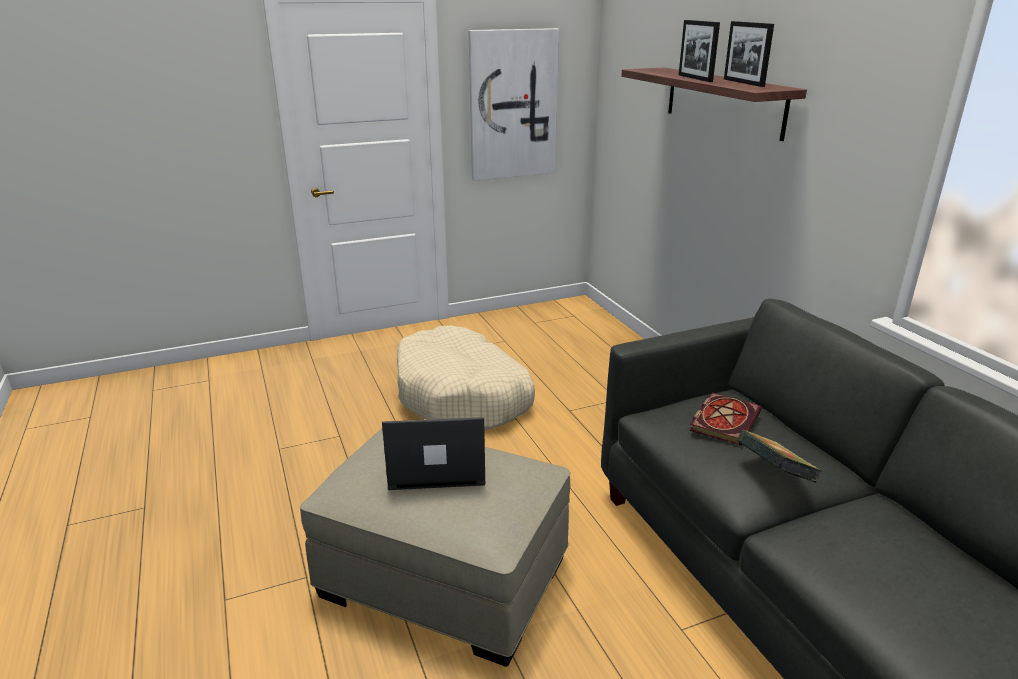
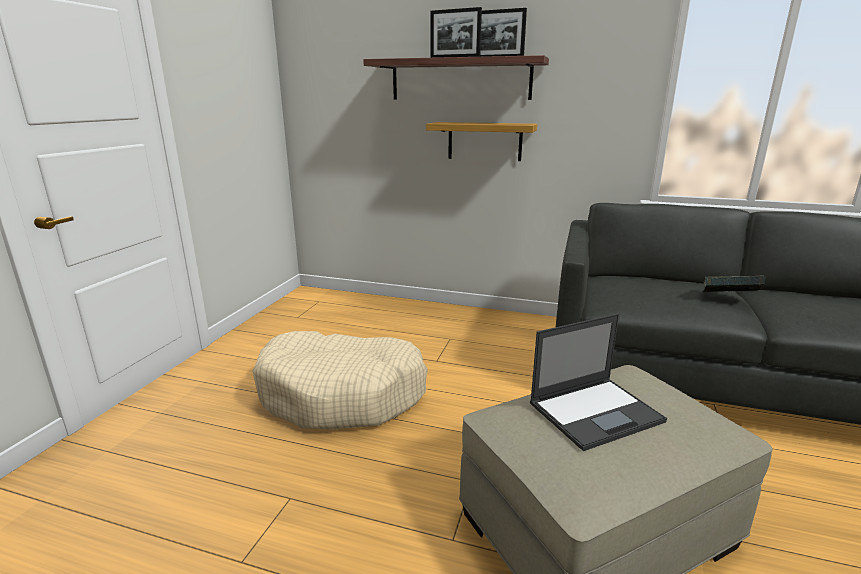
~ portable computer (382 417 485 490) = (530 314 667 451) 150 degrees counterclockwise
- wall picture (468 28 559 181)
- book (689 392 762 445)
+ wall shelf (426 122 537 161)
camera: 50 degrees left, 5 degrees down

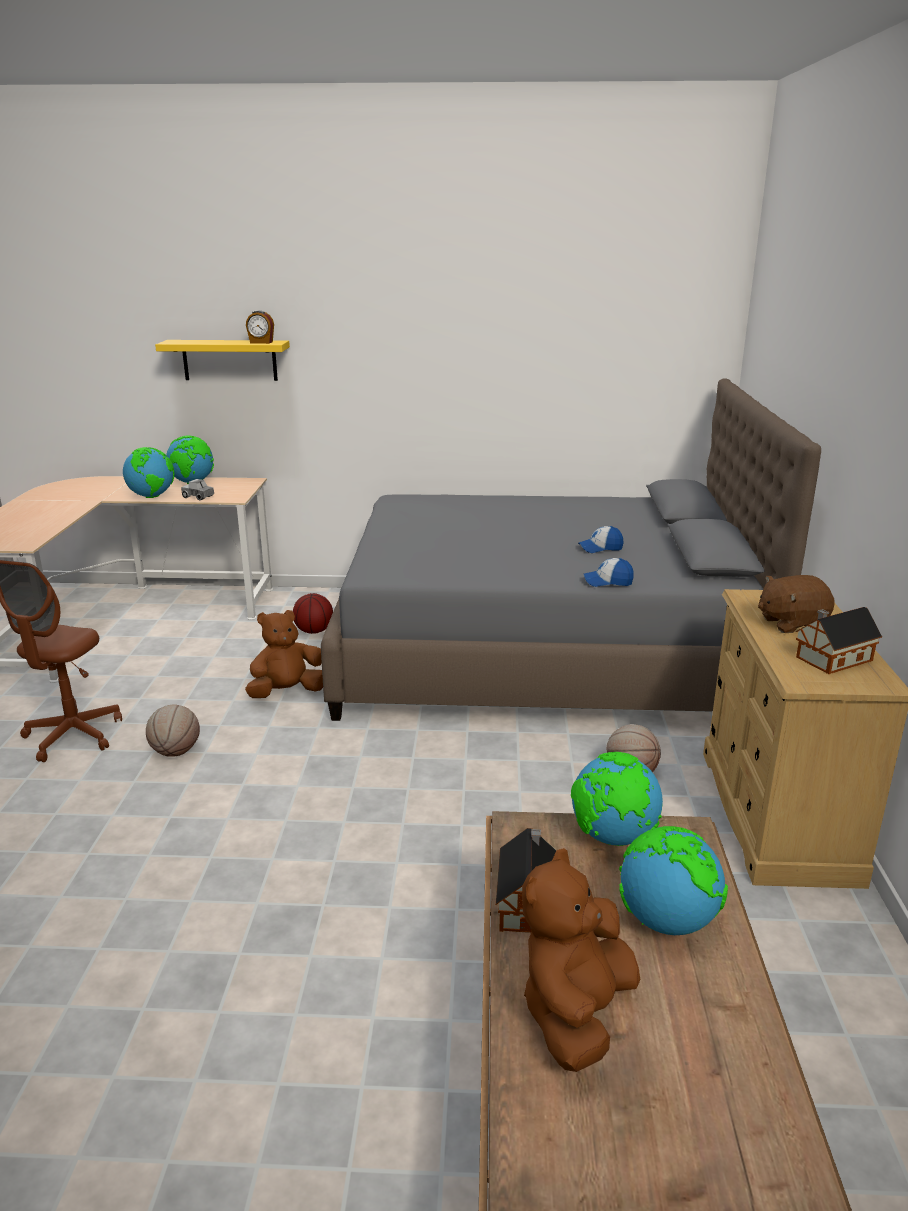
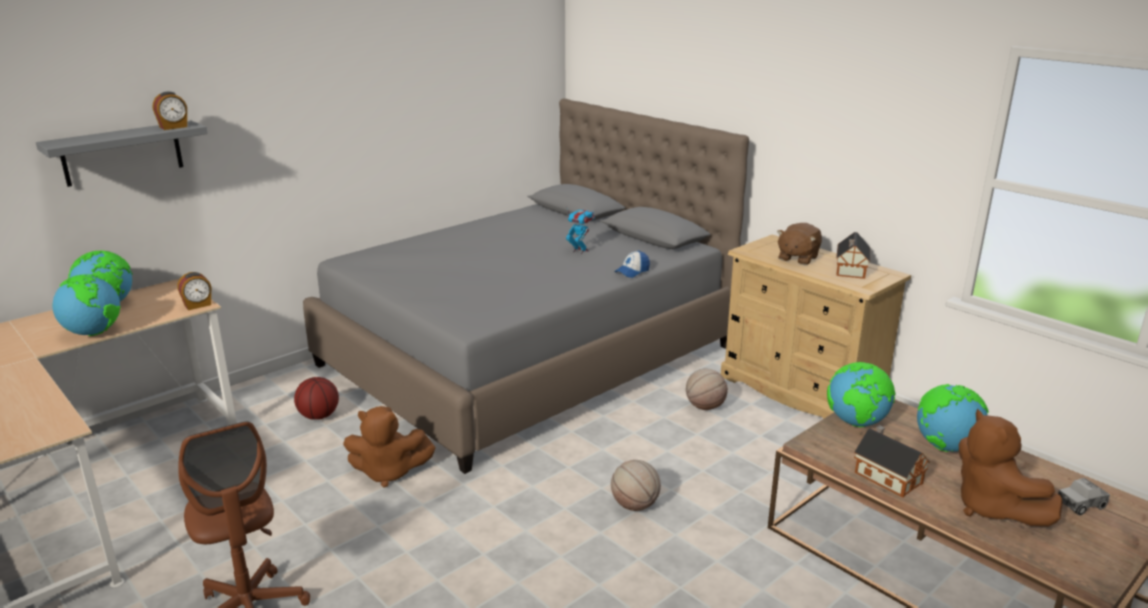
~ ball for basketball (146 704 200 757) to (611 460 661 511)
~ wall shelf/yellow (155 340 290 381) to wall shelf/gray (36 121 208 187)
~ model truck (181 479 214 500) to (1058 478 1110 515)
~ cuddly toy/brown-coloured (245 610 323 698) = (343 406 436 488) 105 degrees counterclockwise
~ peaked cap (578 526 623 553) to toy robot (566 206 595 254)
+ alarm clock (177 272 211 310)
camera: 45 degrees left, 0 degrees up

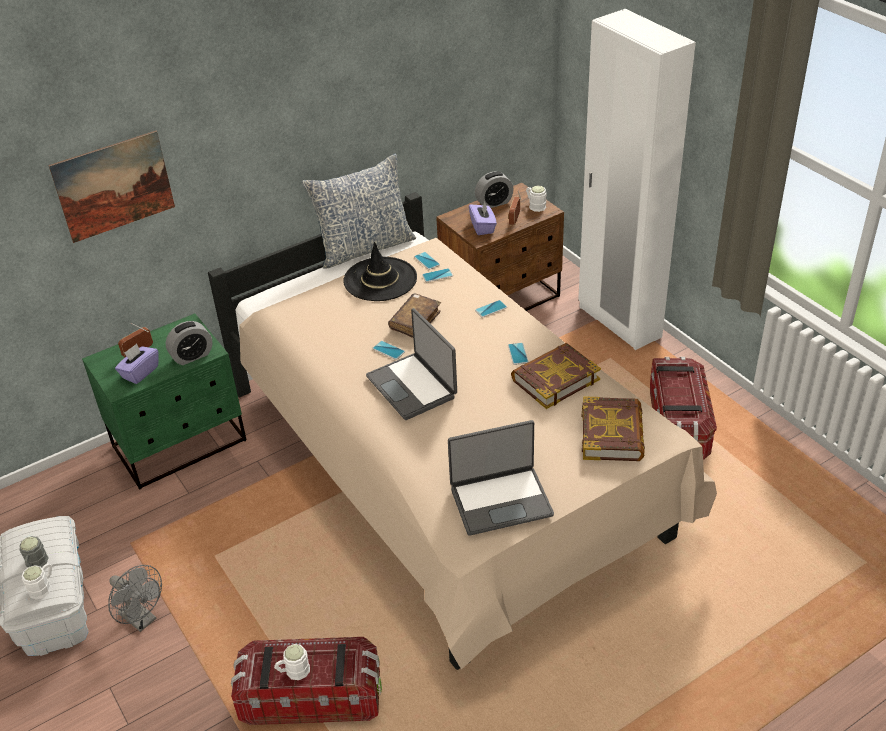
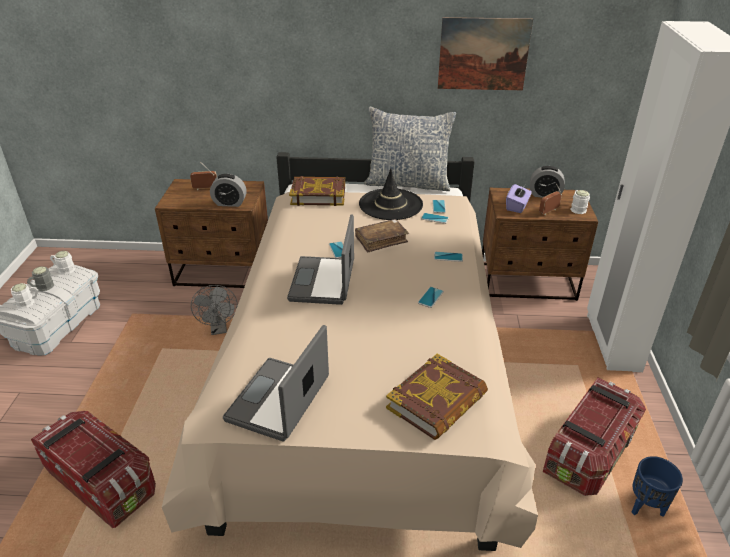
~ wall picture (48 131 175 243) to (438 17 533 90)
~ nightstand/green-coloured (82 314 247 489) to nightstand/brown-coloured (155 179 268 288)
~ cooling fan/gray (108 565 162 632) to (191 285 238 335)
- box of tissues/purple-coloured (115 343 159 384)
~ tea mug/white (274 644 310 680) to (50 251 75 275)
~ portable computer (448 420 554 536) = (223 325 329 441) 90 degrees clockwise
~ book (511 343 601 409) to (289 176 345 206)
+ plant pot/blue (632 456 683 517)
camera: 35 degrees right, 5 degrees down

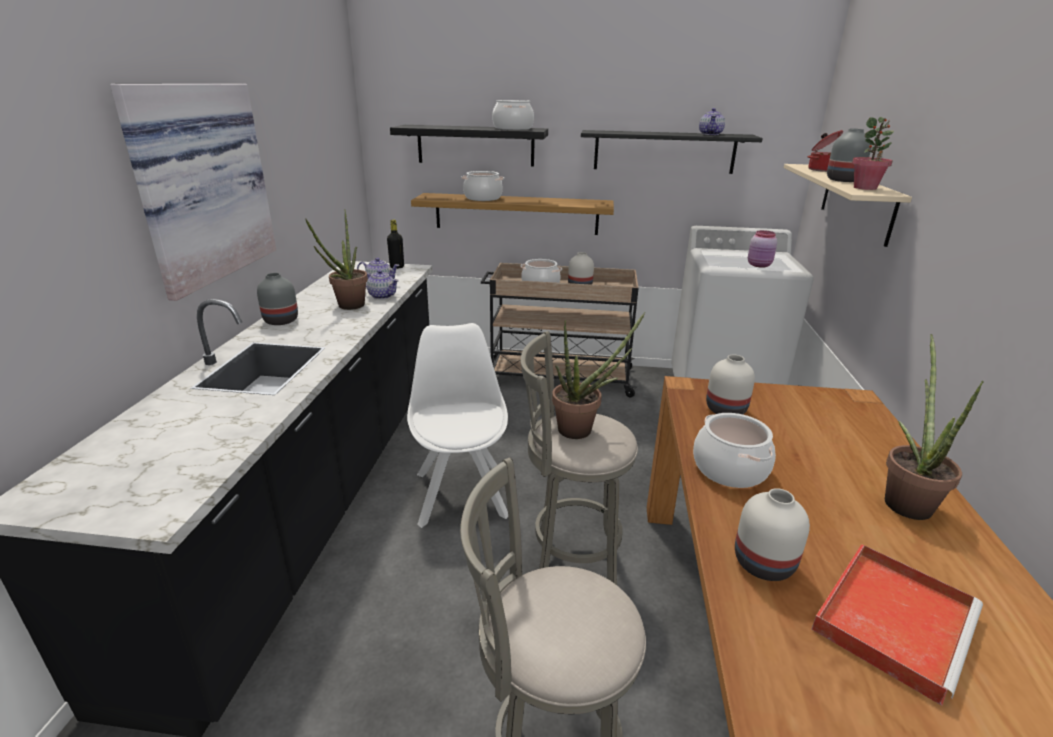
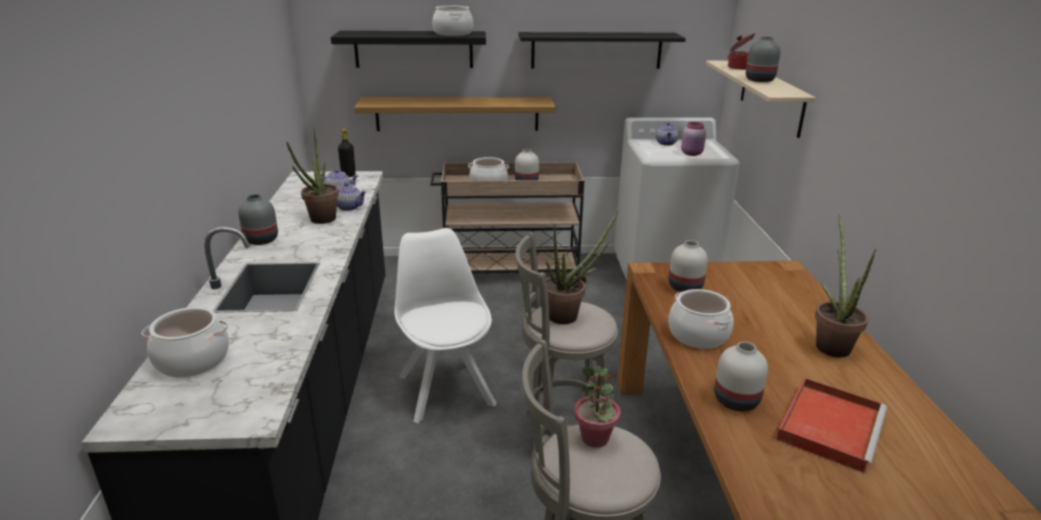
- wall picture (110 84 276 301)
~ saucepot (461 171 504 201) to (141 307 229 378)
~ teapot (699 108 725 135) to (656 122 678 146)
~ potted plant (852 117 894 190) to (574 365 620 448)
camera: 10 degrees left, 0 degrees up

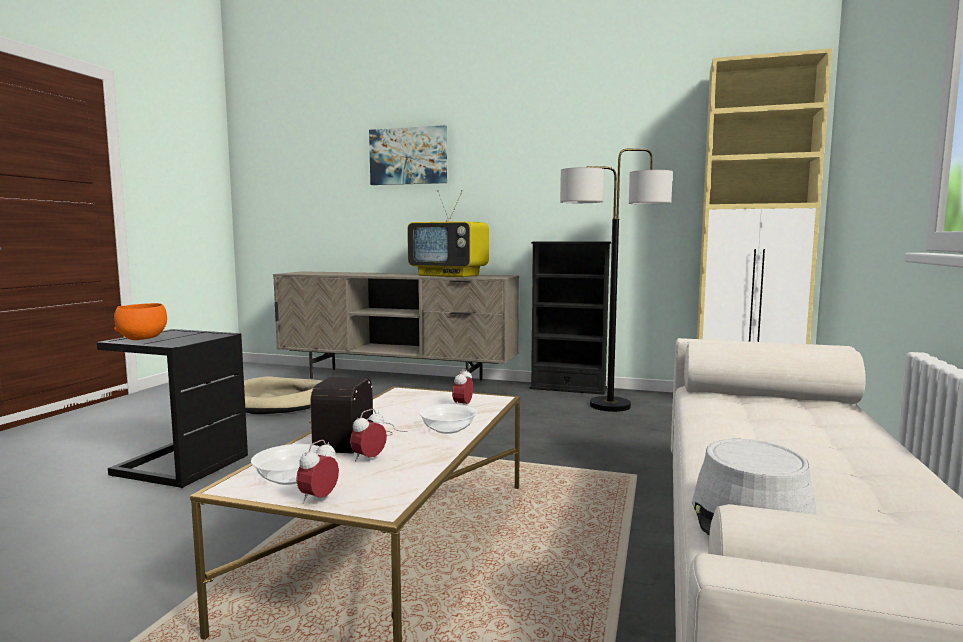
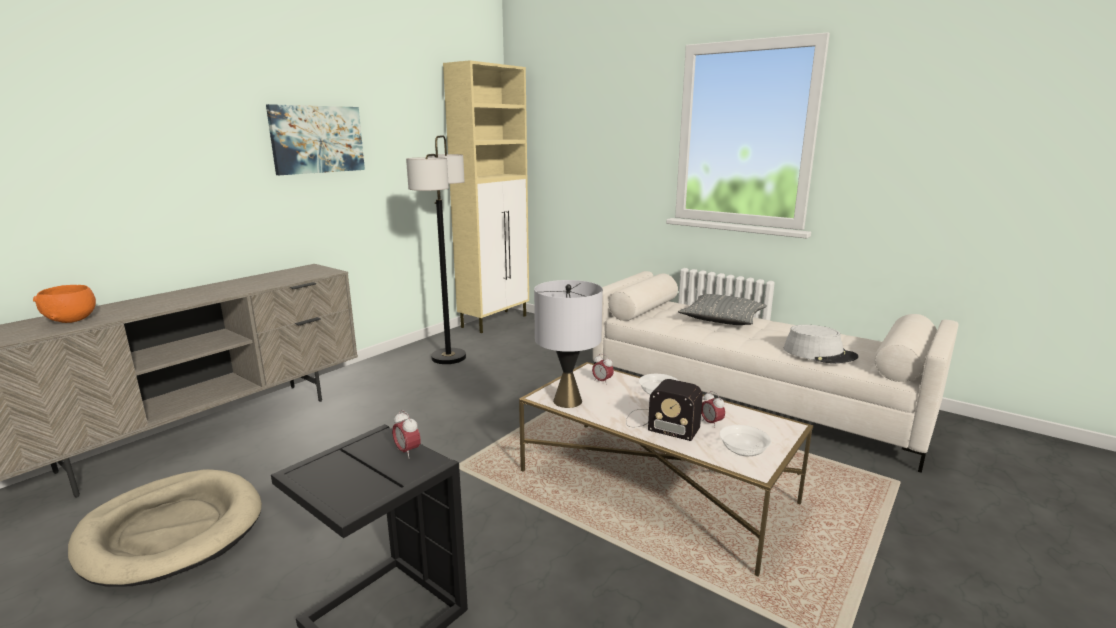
~ bowl/orange (114 303 167 340) to (33 285 96 323)
~ alarm clock (296 440 339 504) to (392 410 421 458)
~ wall picture (369 125 447 185) to (266 104 365 175)
- TV (407 190 489 277)
- shelving unit/blackish (530 241 611 395)
+ tabletop lamp/gray (534 280 603 408)
+ throw pillow/gray (678 294 767 325)
camera: 70 degrees left, 10 degrees up

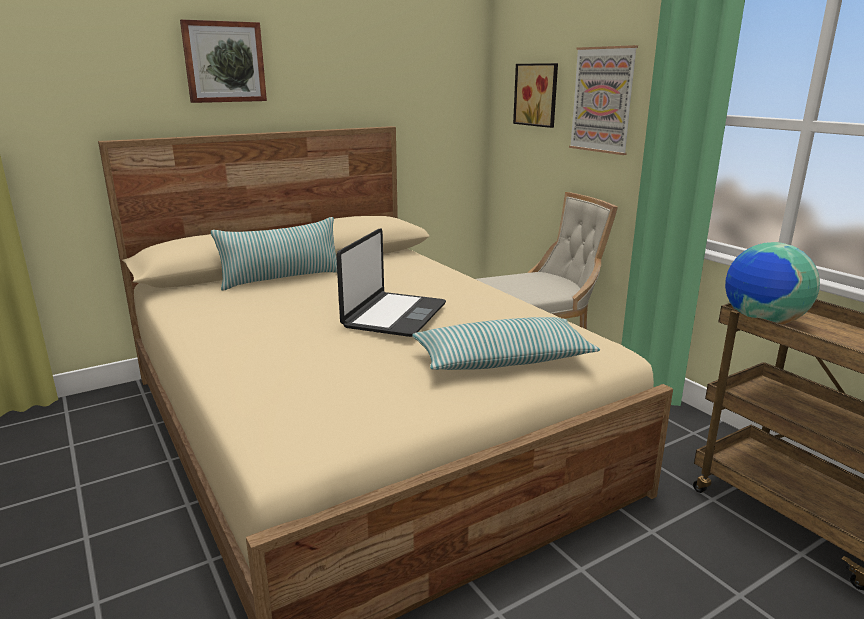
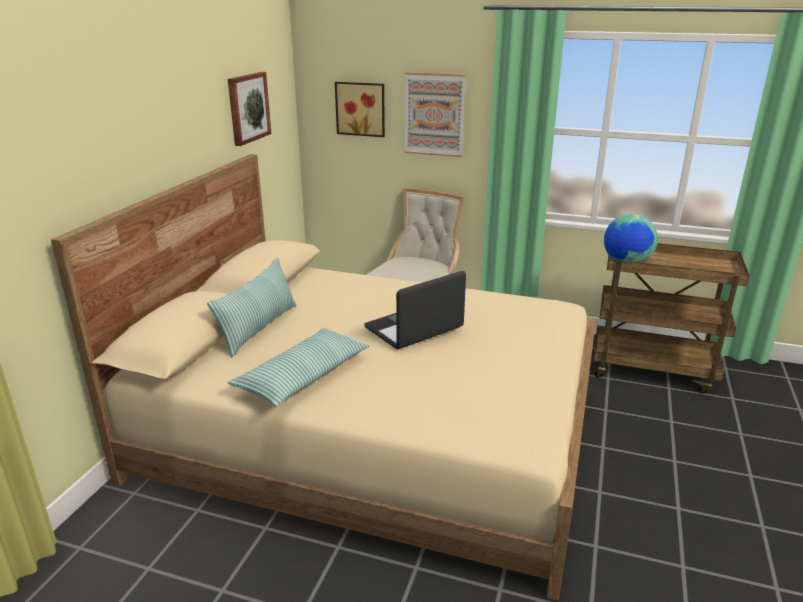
~ wall picture (180 19 267 103) to (228 72 271 146)
~ portable computer (336 228 446 337) = (364 271 466 349) 105 degrees counterclockwise
~ throw pillow (412 317 600 370) to (228 328 369 407)
camera: 40 degrees left, 5 degrees up

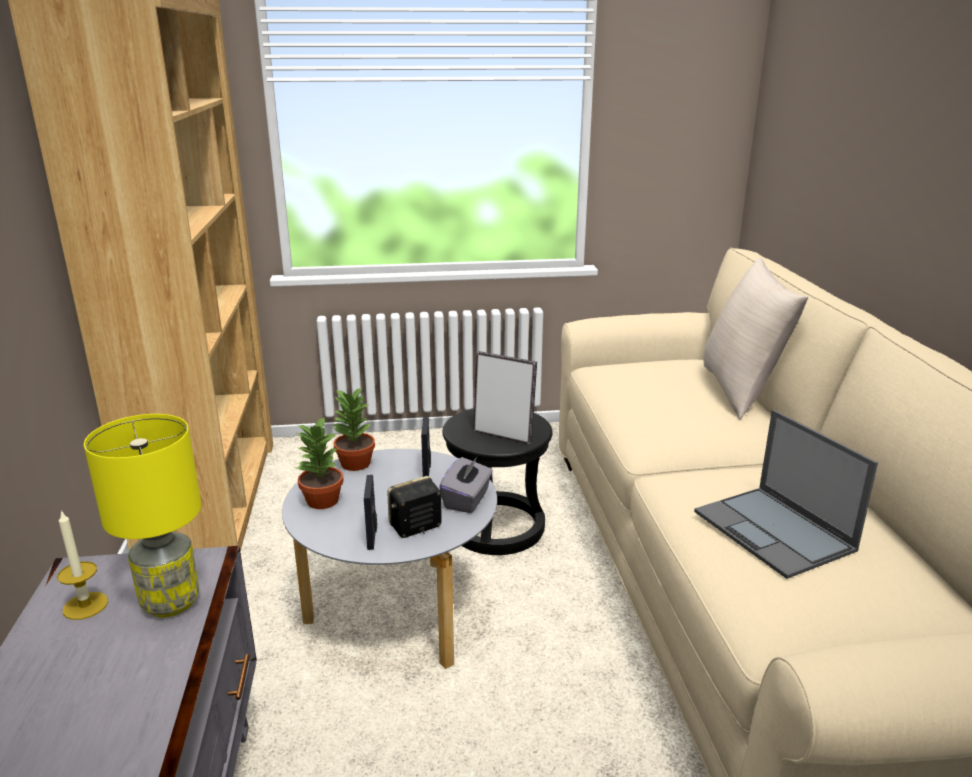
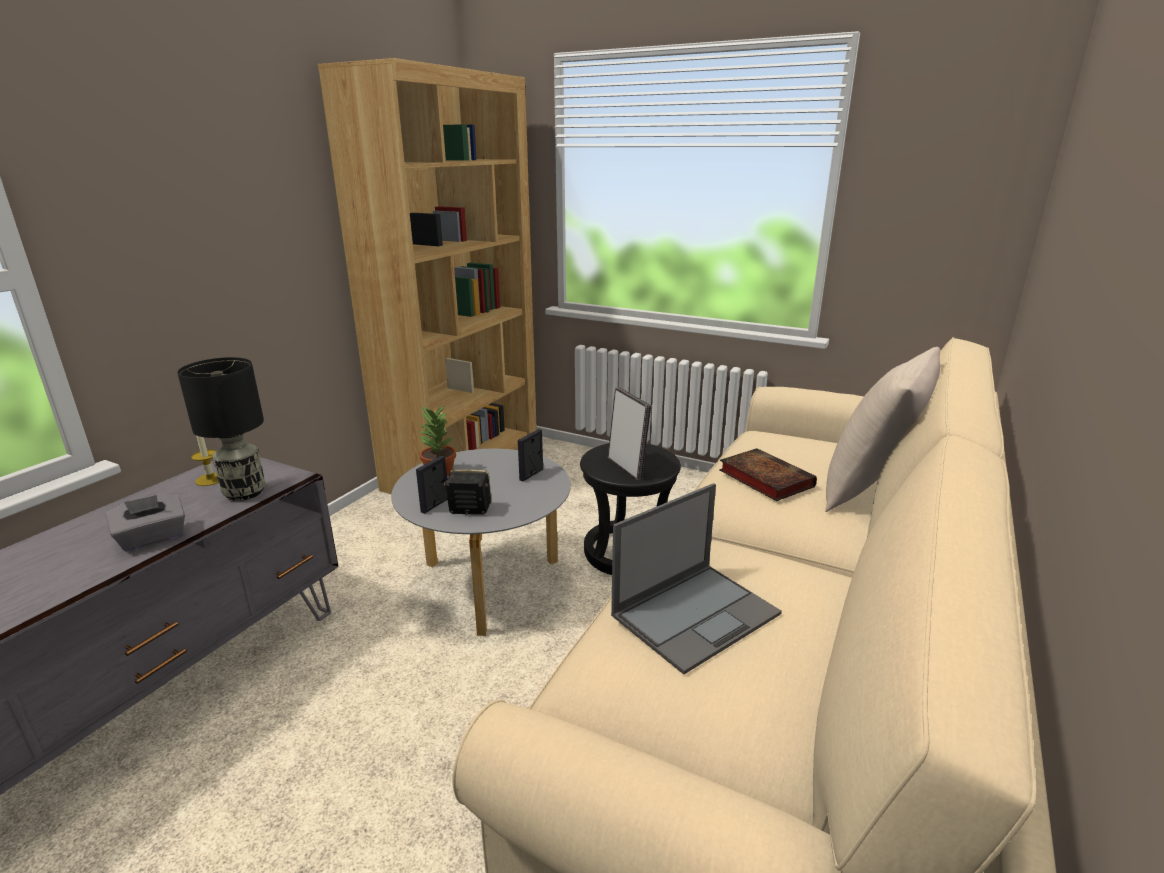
~ tabletop lamp/yellow (84 414 201 617) to tabletop lamp/blackish (177 357 265 501)
- potted plant (332 387 375 471)
~ box of tissues/gray (439 456 493 513) to (106 494 185 552)
~ portable computer (694 410 878 579) = (611 483 782 674) 135 degrees counterclockwise
+ book (719 448 817 501)
camera: 35 degrees right, 0 degrees up

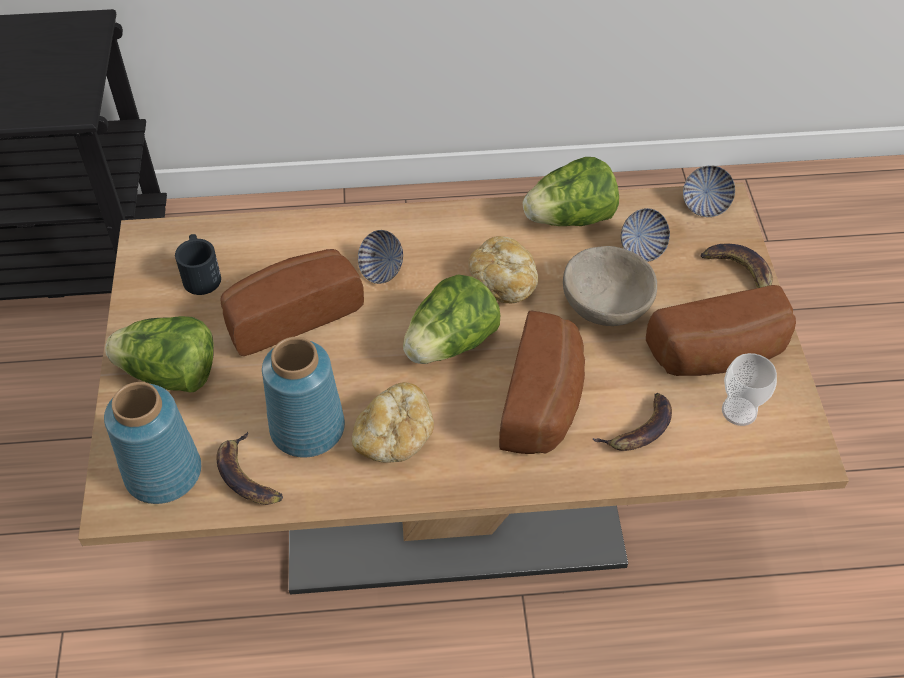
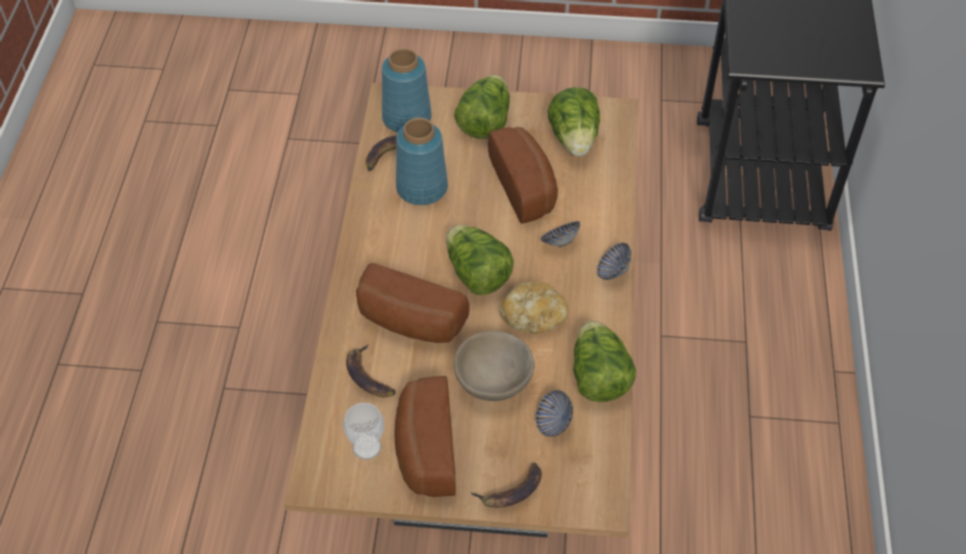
~ tea mug/blackish (175 234 221 295) to lettuce (548 87 600 156)
- baked bread (352 382 434 462)
~ bowl (683 165 735 217) to (597 243 631 280)
camera: 100 degrees right, 0 degrees up

